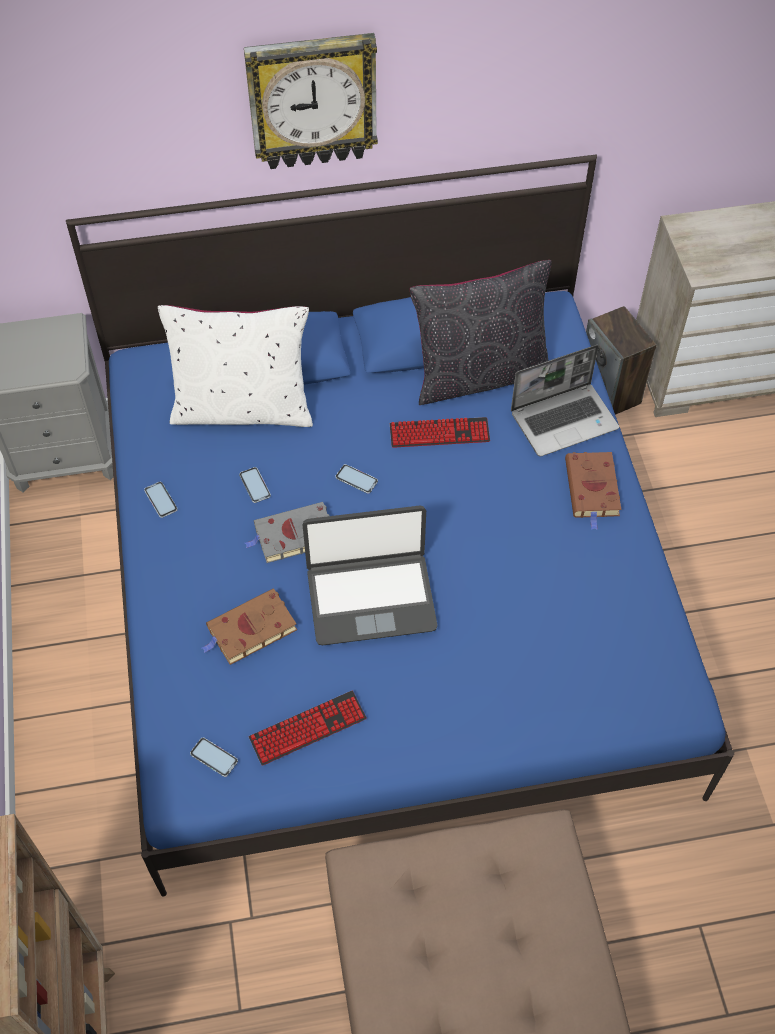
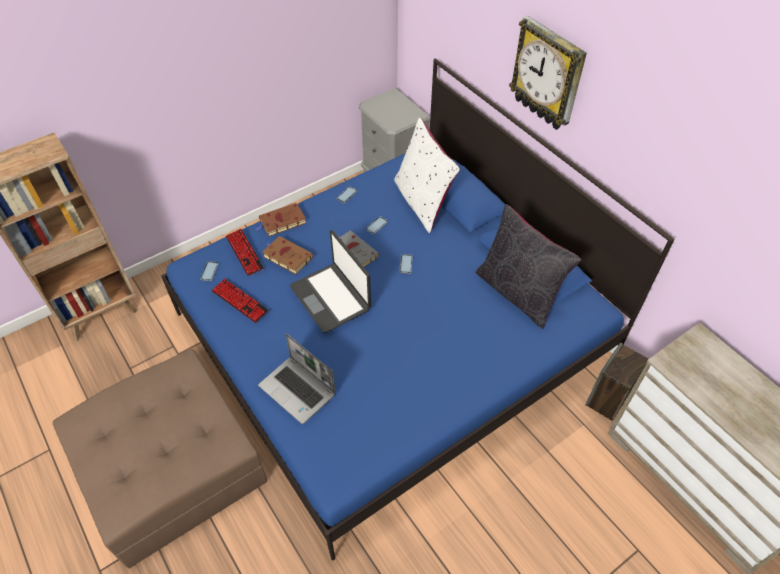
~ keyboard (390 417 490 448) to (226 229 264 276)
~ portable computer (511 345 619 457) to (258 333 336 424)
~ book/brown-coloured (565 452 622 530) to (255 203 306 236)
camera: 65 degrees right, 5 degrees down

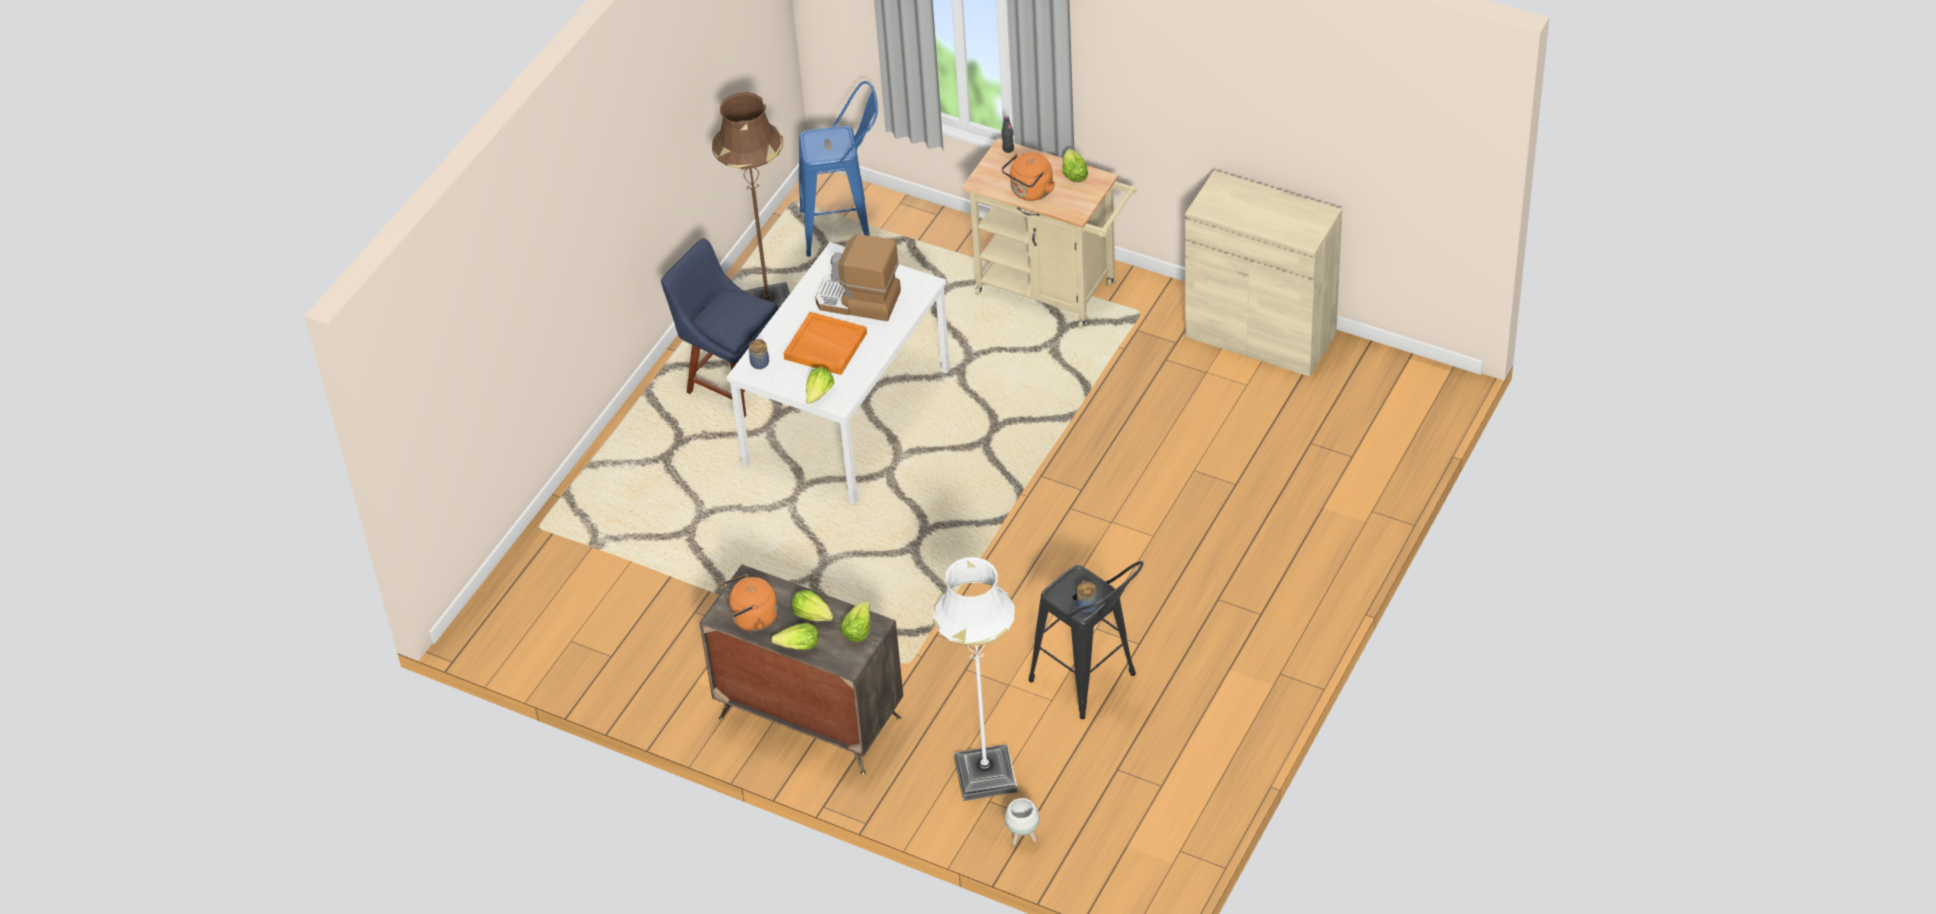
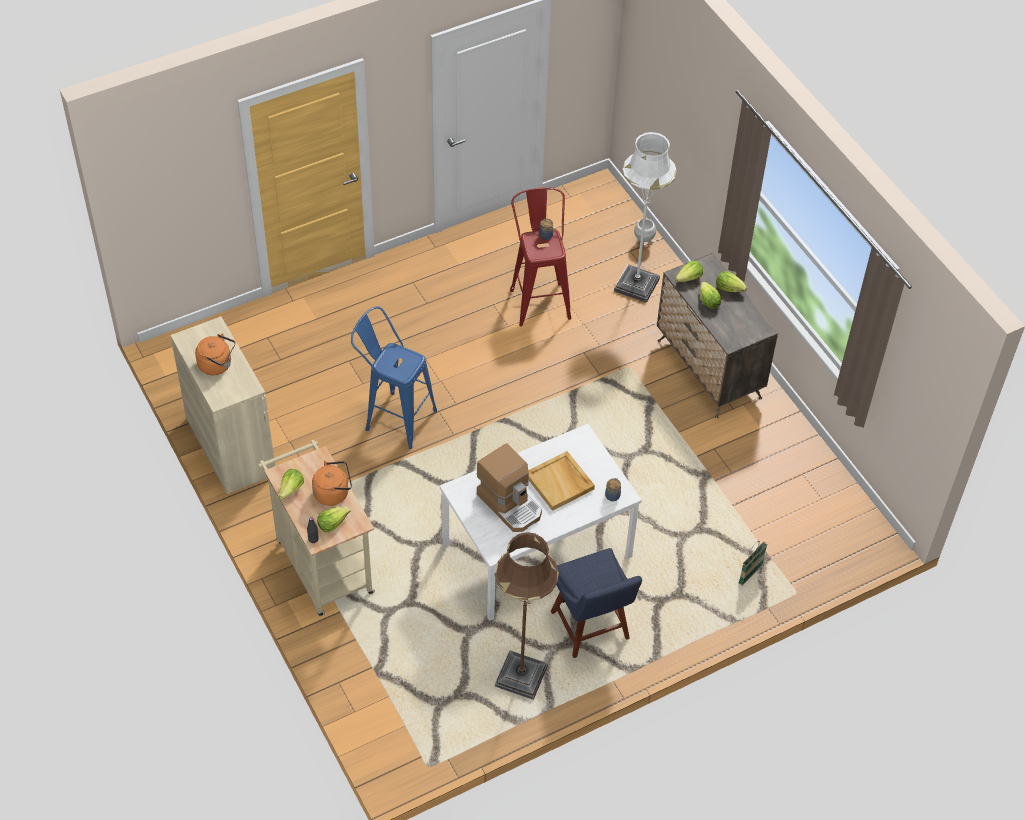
~ kettle/orange (722 574 778 631) to (195 333 235 375)
~ serving tray/orange (783 312 867 375) to serving tray/beige (528 451 595 511)
~ stool/blue (799 81 878 257) to (351 307 437 449)
~ lettuce (806 367 835 404) to (317 507 350 532)
~ stool/blackish (1029 561 1143 719) to stool/red (510 187 571 326)
+ household basket (739 541 767 586)
camera: 150 degrees left, 5 degrees up

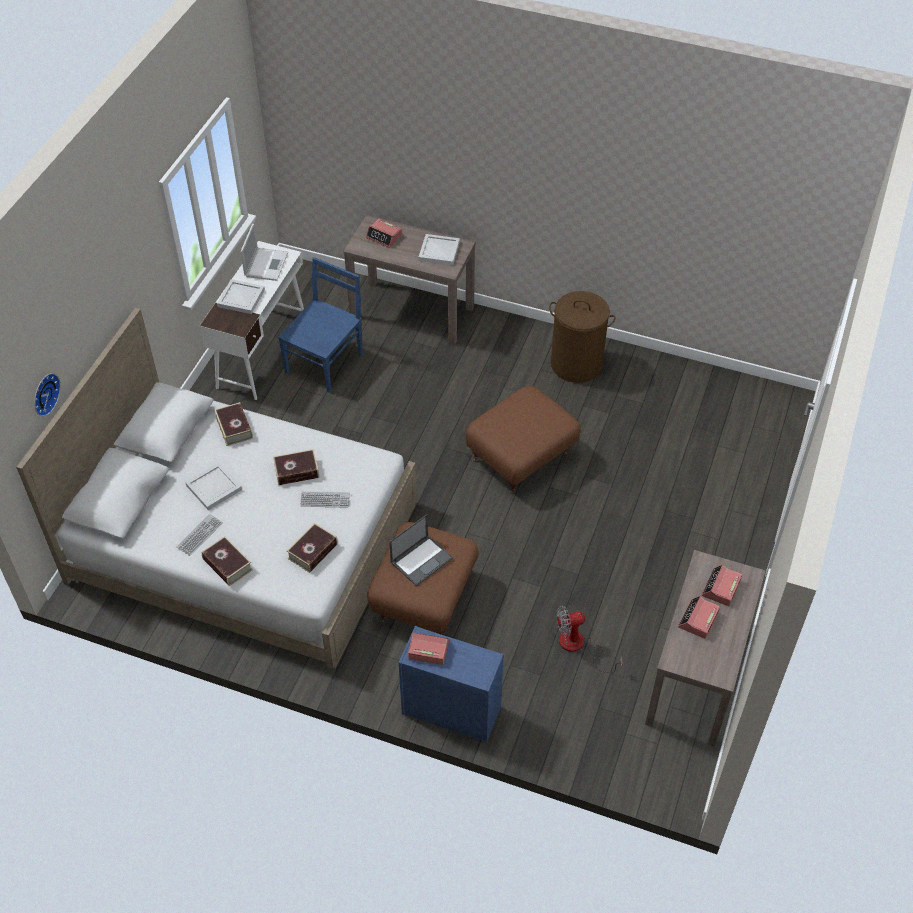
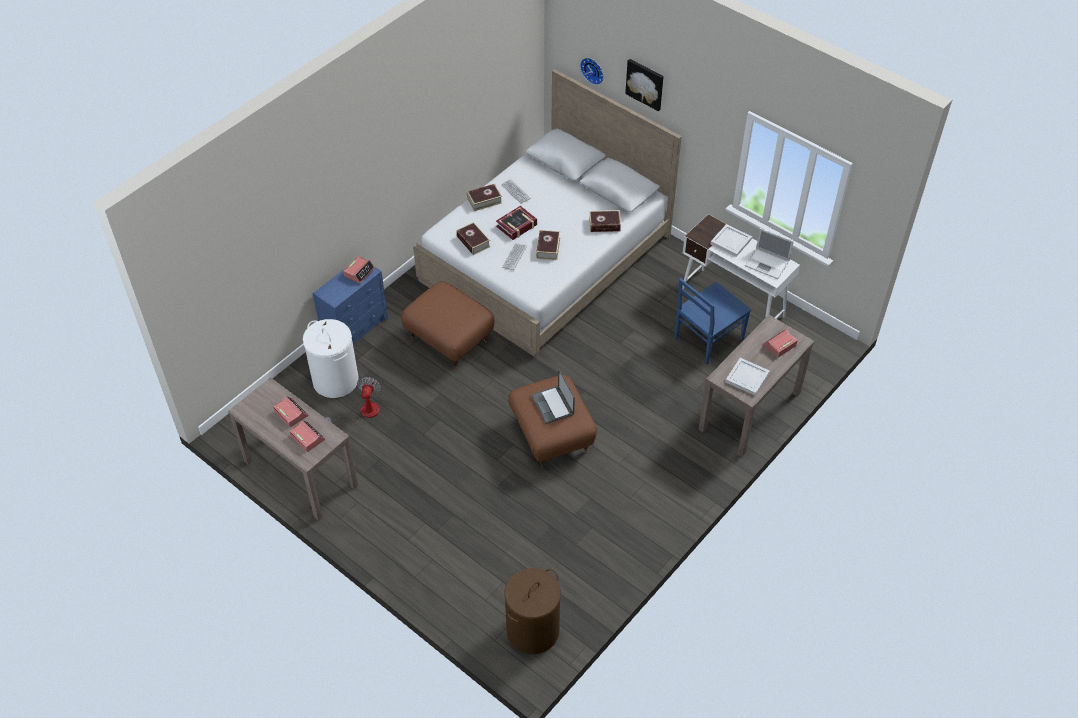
- serving tray/white (185 463 242 510)
~ plain chair/blue (278 257 363 393) = (675 278 751 365) 90 degrees clockwise
~ portable computer (389 514 453 586) to (531 369 575 424)
~ laundry basket/brown-coloured (549 291 615 383) to (504 568 561 654)
+ laundry basket/white (303 319 359 398)
+ book (496 206 537 240)
+ wall picture (625 59 664 111)
camera: 110 degrees right, 0 degrees up

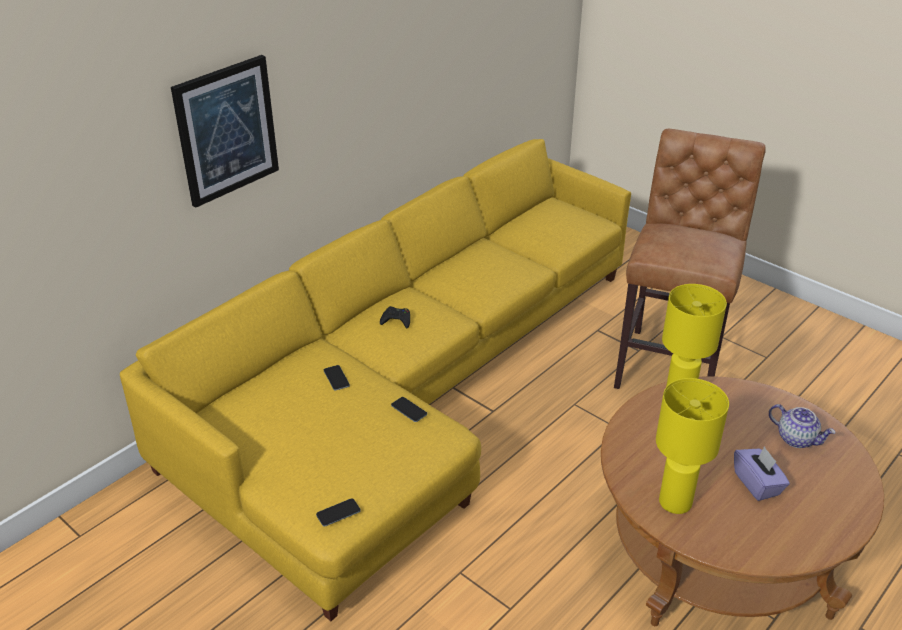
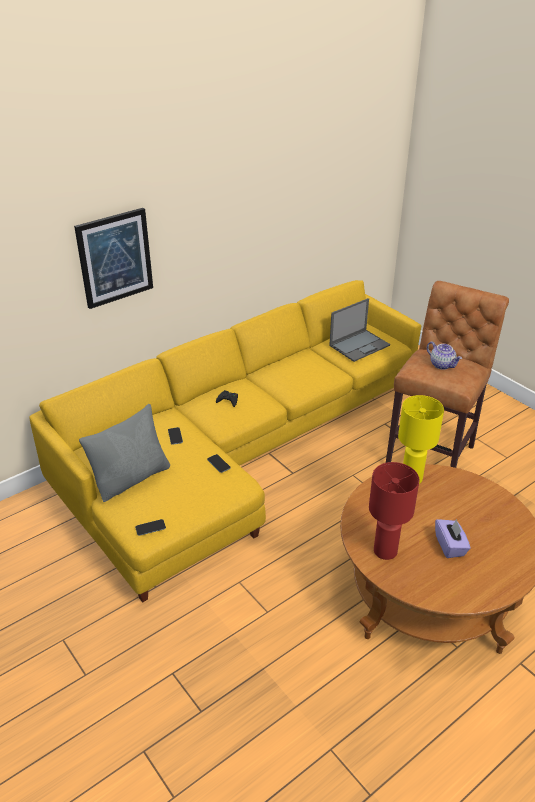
~ tabletop lamp/yellow (656 378 729 514) to tabletop lamp/red (369 462 419 560)
~ teapot (769 404 836 448) to (427 341 462 370)
+ throw pillow/gray (79 404 170 502)
+ portable computer (329 298 390 362)
camera: 10 degrees right, 0 degrees up

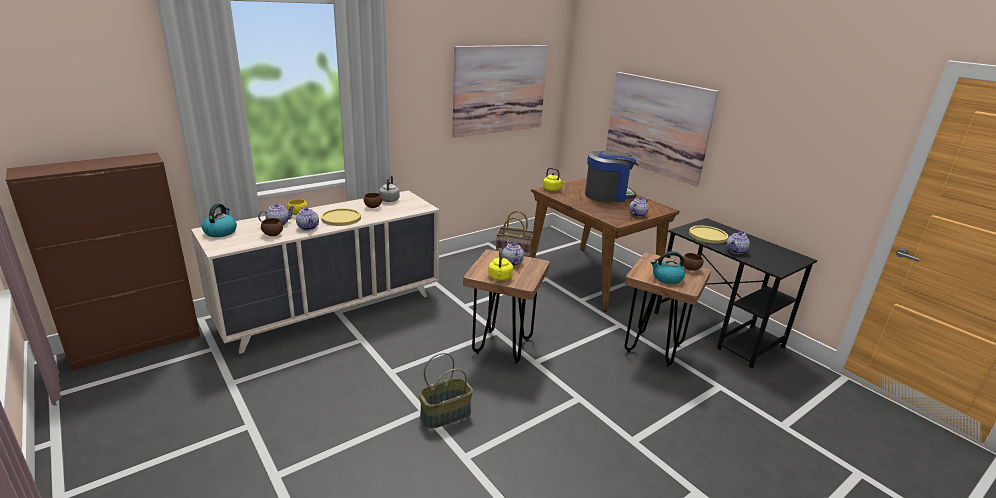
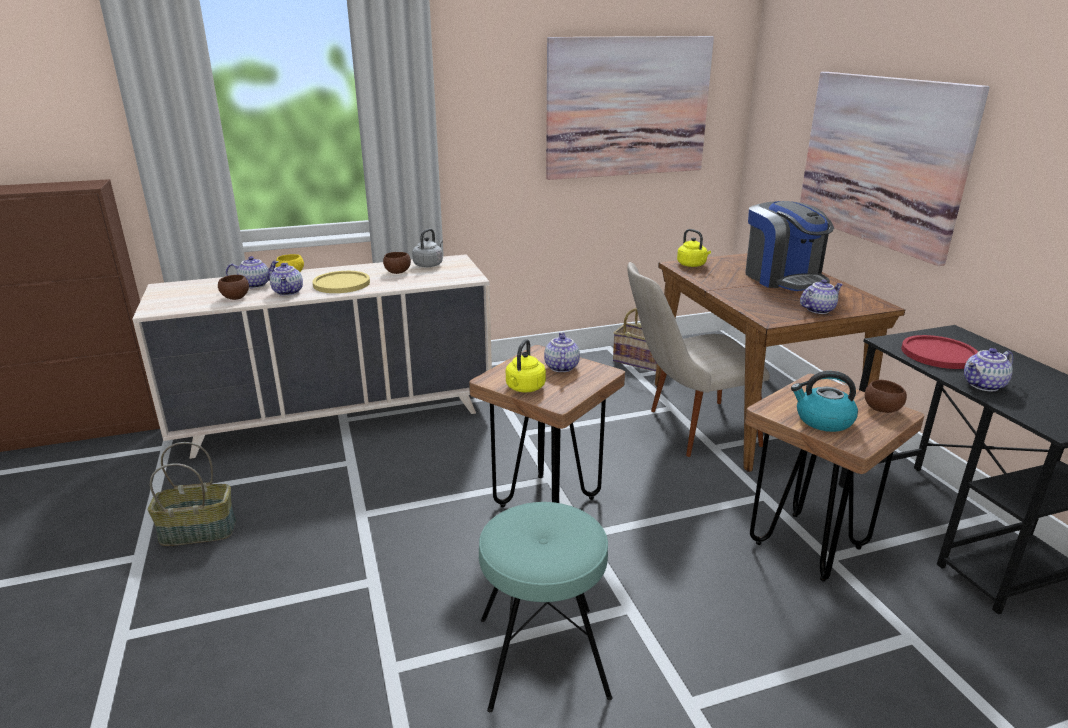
- kettle (202 203 237 237)
~ household basket (419 353 473 429) to (148 442 236 546)
~ coffee maker (585 151 639 202) = (745 201 834 291) 60 degrees clockwise
~ flat dish/yellow (689 226 728 244) to flat dish/red (901 335 978 369)
+ stool/turquoise-coloured (479 502 612 713)
+ plain chair/beige (627 262 770 457)
camera: 20 degrees right, 0 degrees up

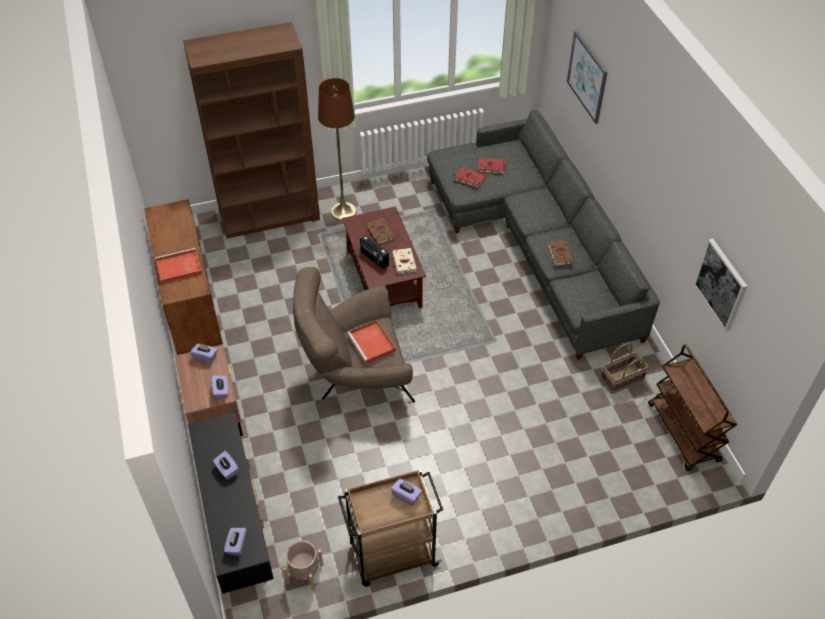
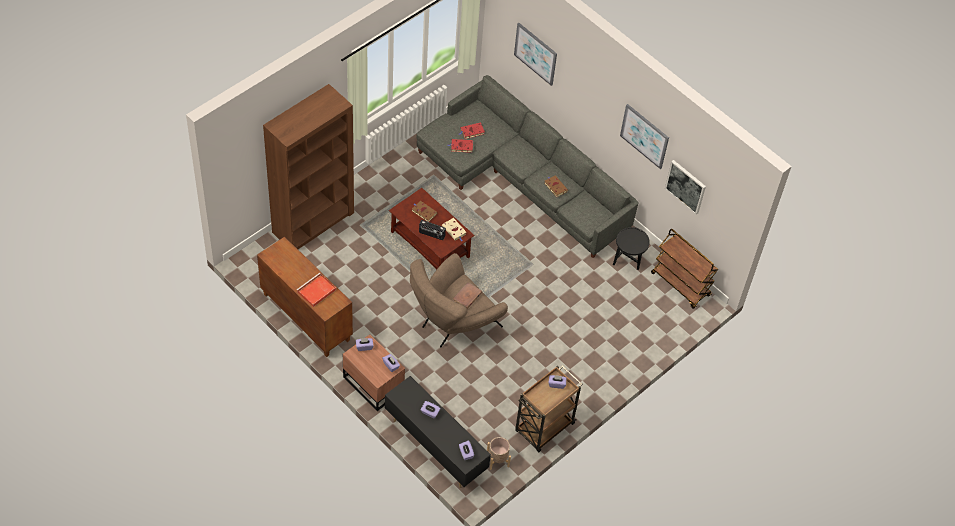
- standing lamp/brown-coloured (318 78 356 221)
~ serving tray/red (347 320 396 364) to book/brown-coloured (452 282 482 309)
~ household basket (600 343 649 394) to side table/blackish (613 227 650 270)
+ wall picture (620 104 669 169)
camera: 30 degrees left, 5 degrees up

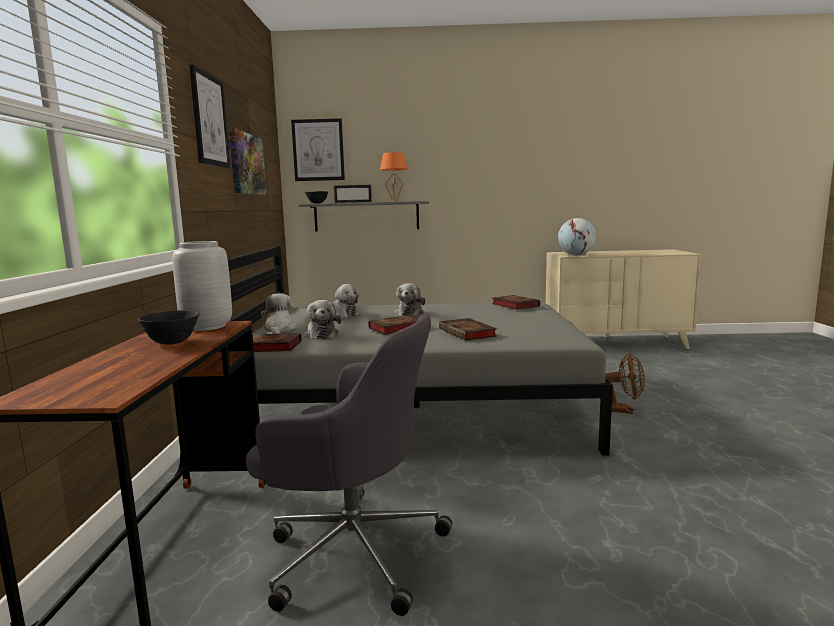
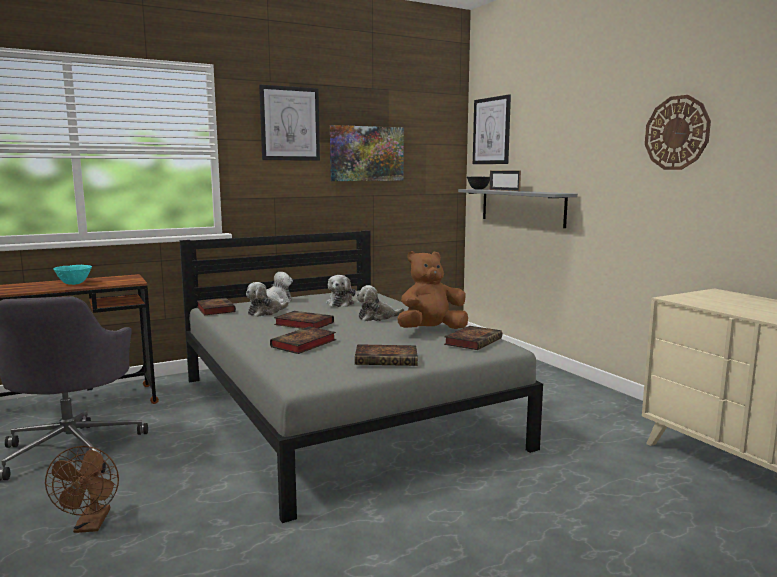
~ bowl/blackish (138 310 199 345) to bowl/turquoise-coloured (53 265 92 285)
- flower vase/gray (172 241 232 331)
- tabletop lamp/orange (380 152 408 202)
- desk globe (558 218 596 255)
~ cooling fan/brown-coloured (606 353 645 414) to (45 446 119 533)
+ book (355 344 418 366)
+ cuddly toy/brown-coloured (397 251 468 329)
+ hanging clock (645 95 711 170)
camera: 60 degrees right, 0 degrees up

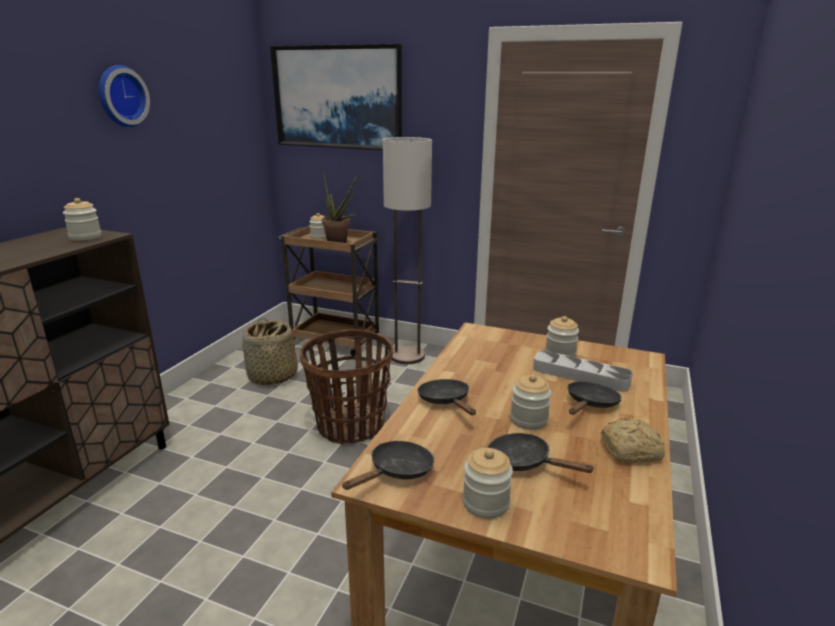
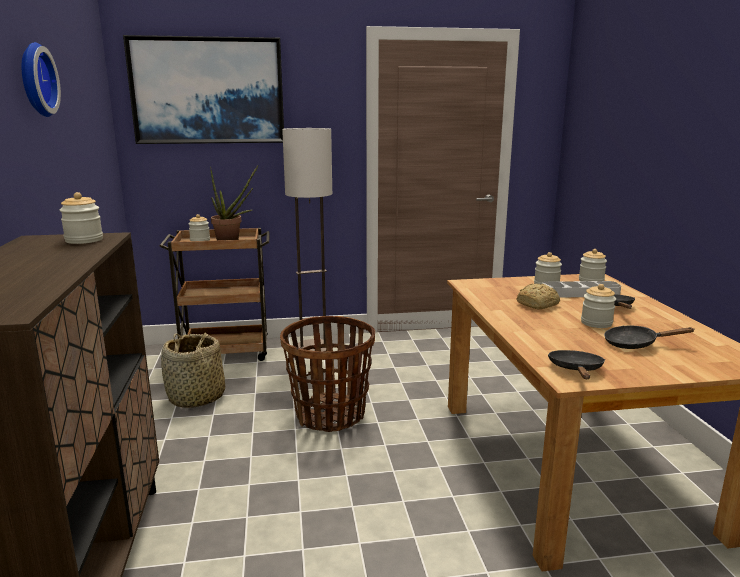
- skillet/blackish (418 379 476 415)
~ preserve jar (463 448 513 519) to (579 249 607 281)
~ baked bread (601 418 665 463) to (516 283 560 309)
camera: 30 degrees left, 5 degrees down

